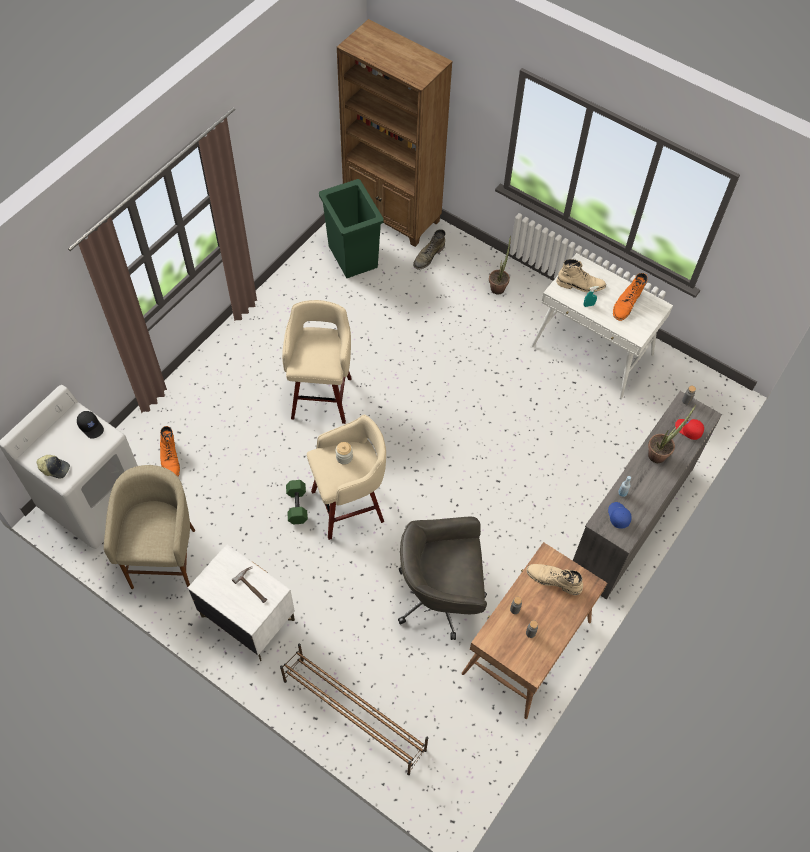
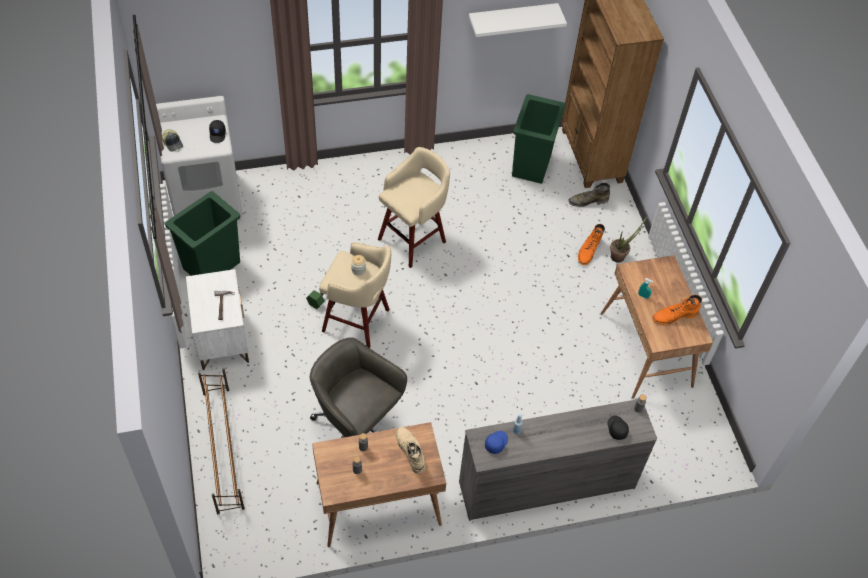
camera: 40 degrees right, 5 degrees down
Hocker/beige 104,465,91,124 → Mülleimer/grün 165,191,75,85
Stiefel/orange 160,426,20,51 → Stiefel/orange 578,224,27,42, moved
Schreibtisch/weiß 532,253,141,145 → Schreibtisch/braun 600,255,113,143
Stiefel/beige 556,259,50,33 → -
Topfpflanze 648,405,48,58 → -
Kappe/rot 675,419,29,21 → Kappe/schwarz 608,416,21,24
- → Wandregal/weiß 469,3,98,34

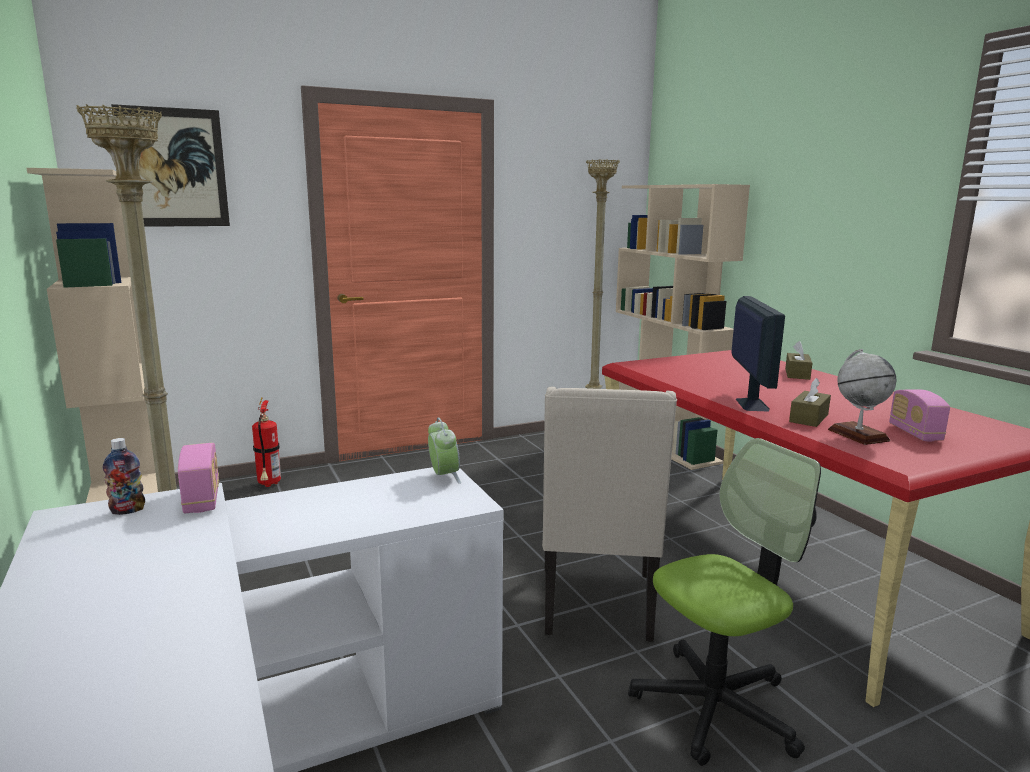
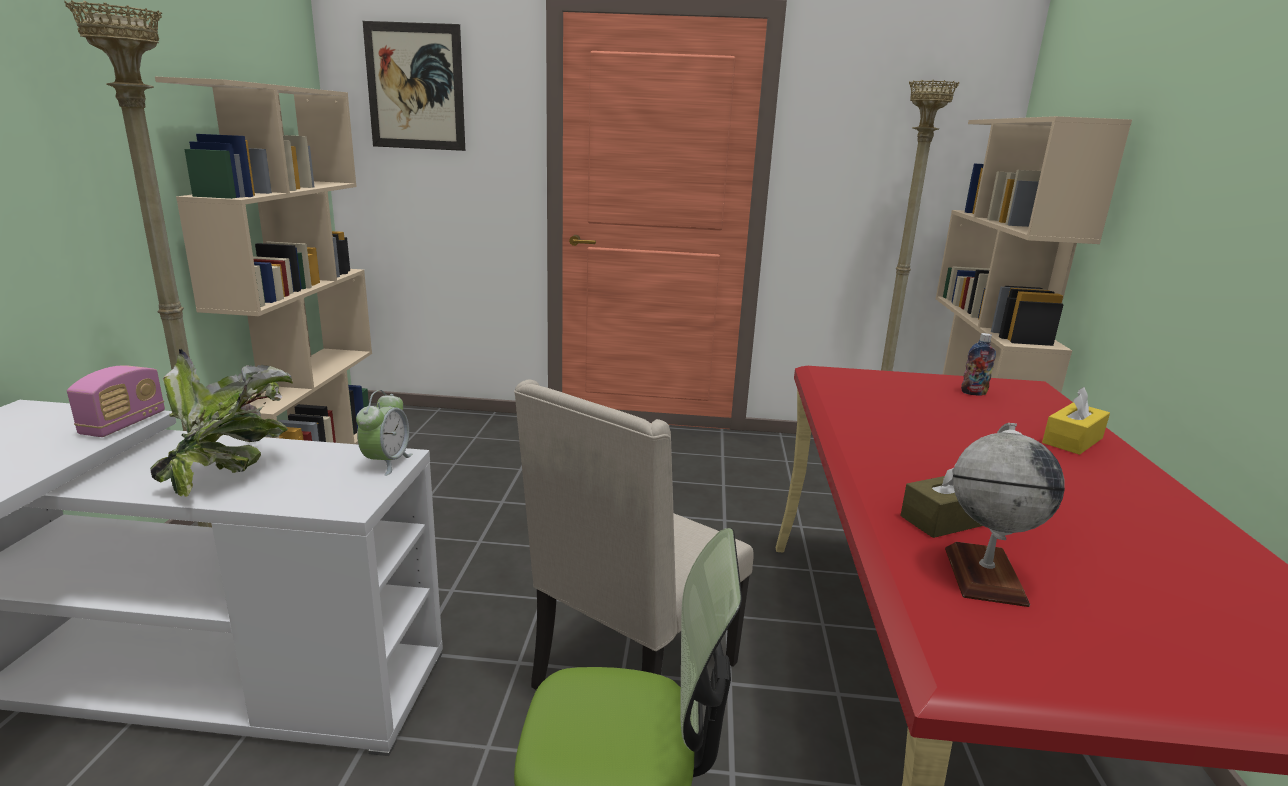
camera: 30 degrees right, 5 degrees up
Flasche 103,438,42,77 → Flasche 961,333,35,63, moved
Feuerlöscher 252,397,29,90 → -
Monitor 731,296,54,116 → -
Taschentuchbox/braun 785,341,27,39 → Taschentuchbox/gelb 1042,387,68,68
Radio 889,390,61,52 → -
- → Topfpflanze 150,349,143,148

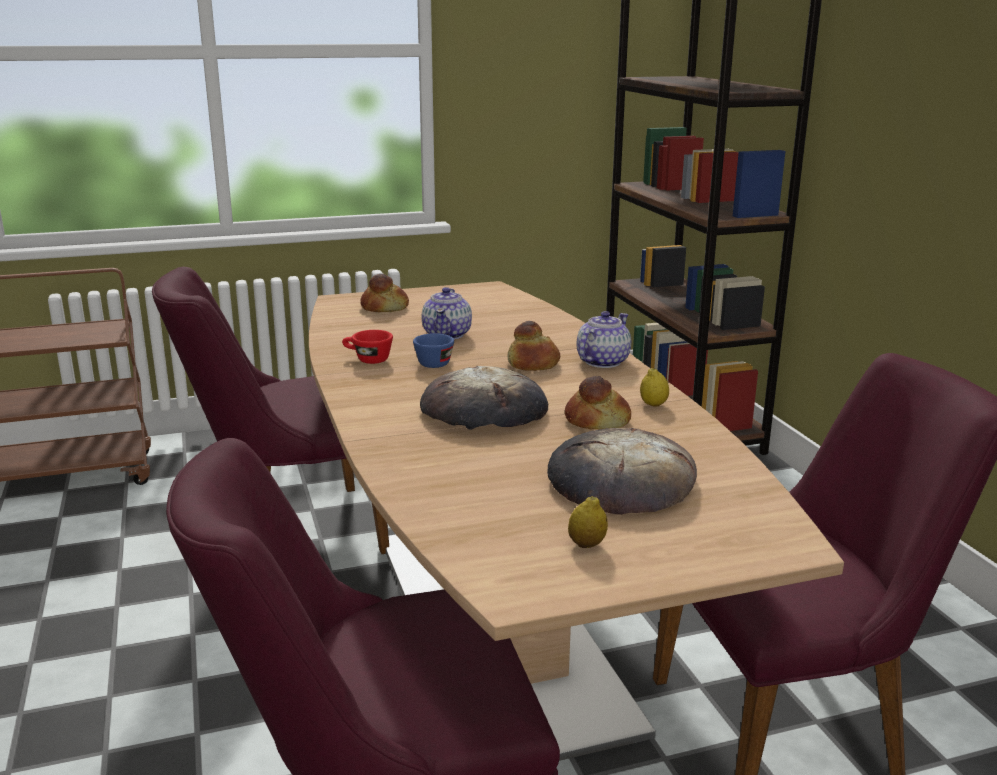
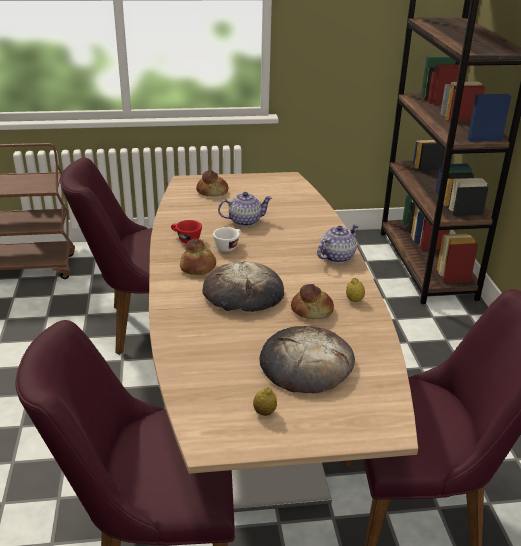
camera: 10 degrees right, 10 degrees up
Tasse/blau 413,333,41,35 → Tasse/weiß 213,227,28,25
Teekanne 422,287,50,53 → Teekanne 218,192,54,35, 120 degrees counterclockwise
Brot 508,321,52,50 → Brot 180,239,36,36, moved

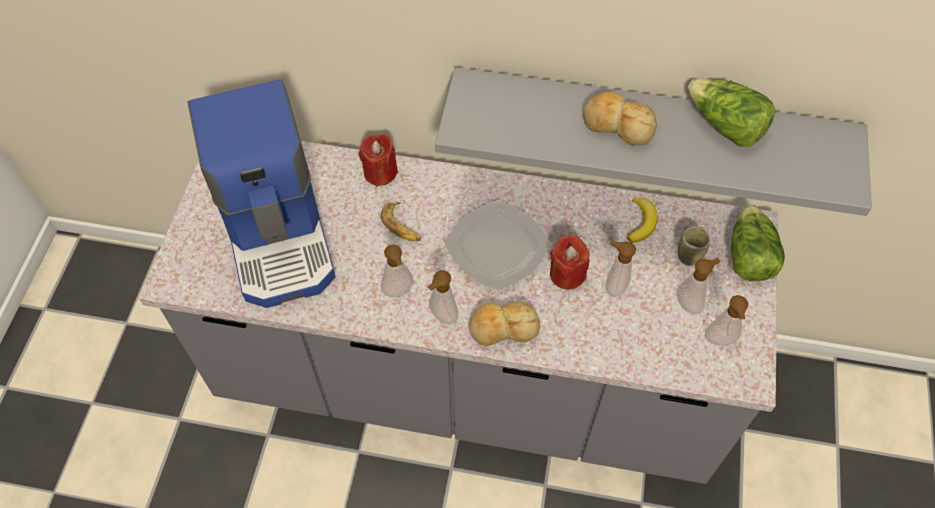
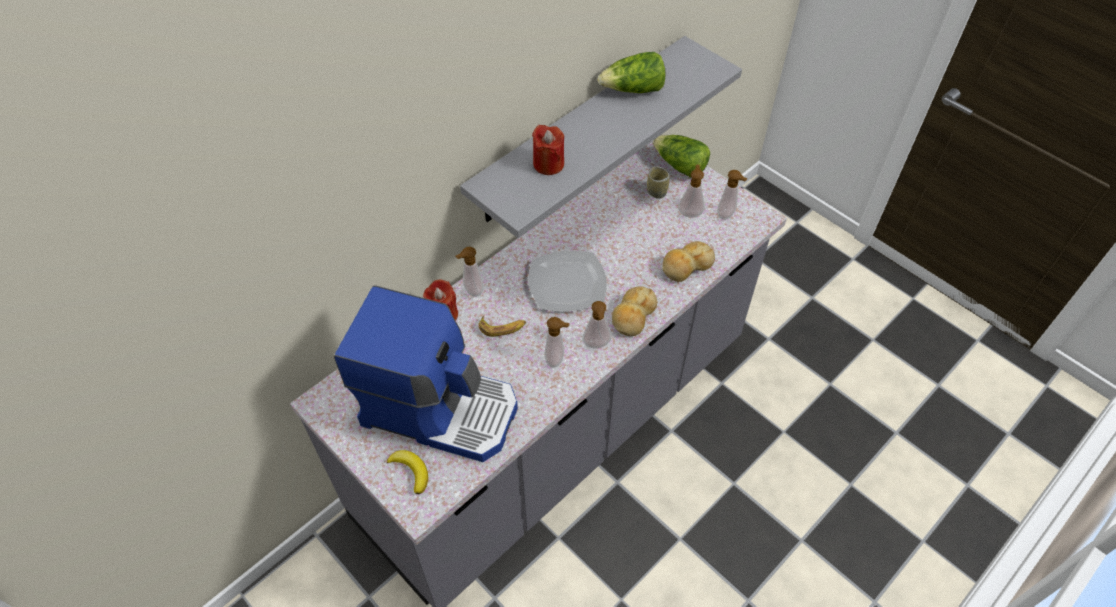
camera: 55 degrees left, 5 degrees down
Kerze/rot 550,235,39,55 → Kerze/rot 532,125,32,50, moved
Brot 583,91,74,54 → Brot 662,241,53,41, moved
Seifenspender 606,240,30,57 → Seifenspender 456,247,27,50, moved
Banane 627,198,31,45 → Banane 387,450,41,44, moved

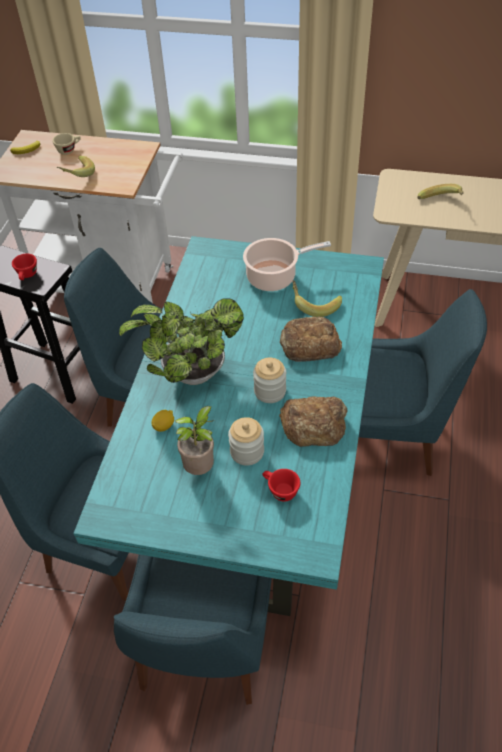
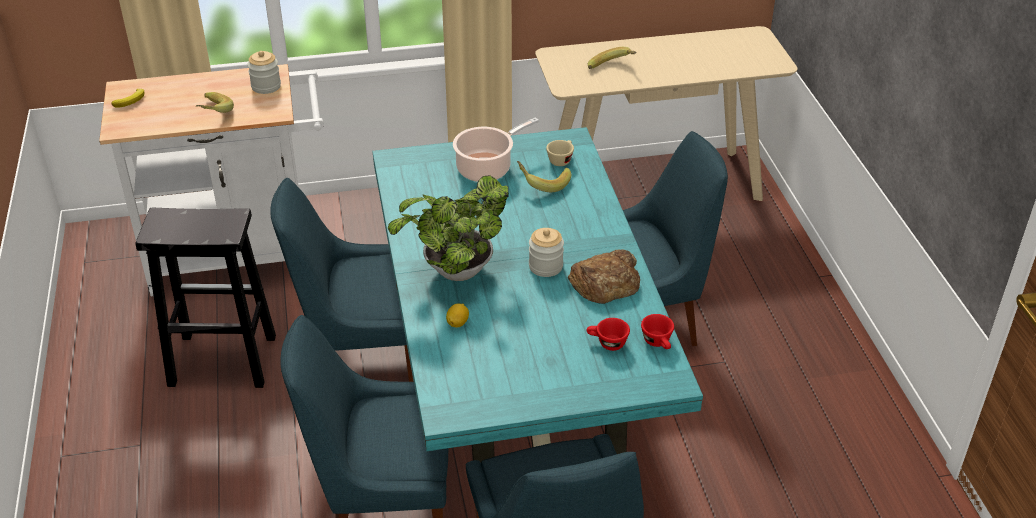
camera: 25 degrees left, 10 degrees down
Tasse/rot 12,253,25,27 → Tasse/rot 641,314,33,35, moved
Tasse/beige 52,133,29,22 → Tasse/beige 546,140,28,26, moved
Topfpflanze 175,406,39,69 → -
Vorratsglas 228,417,36,49 → Vorratsglas 247,51,34,43, moved
Brot 280,317,62,45 → -

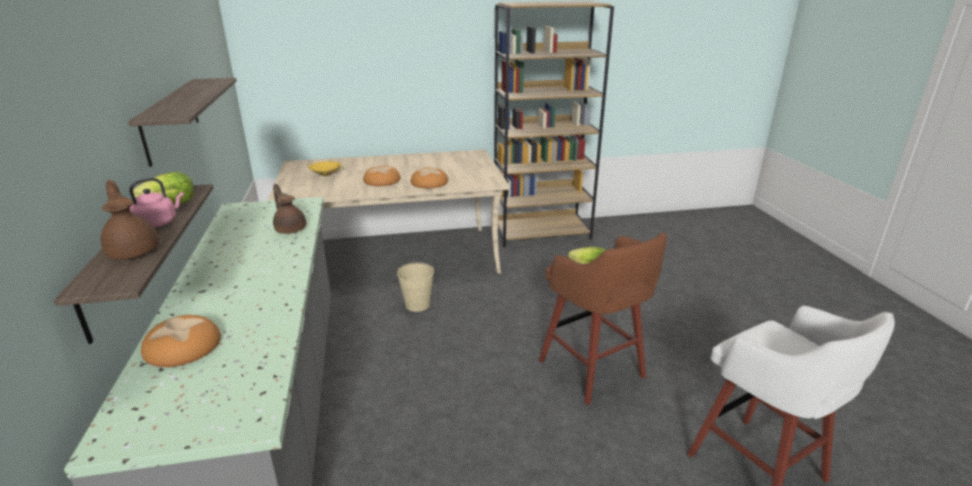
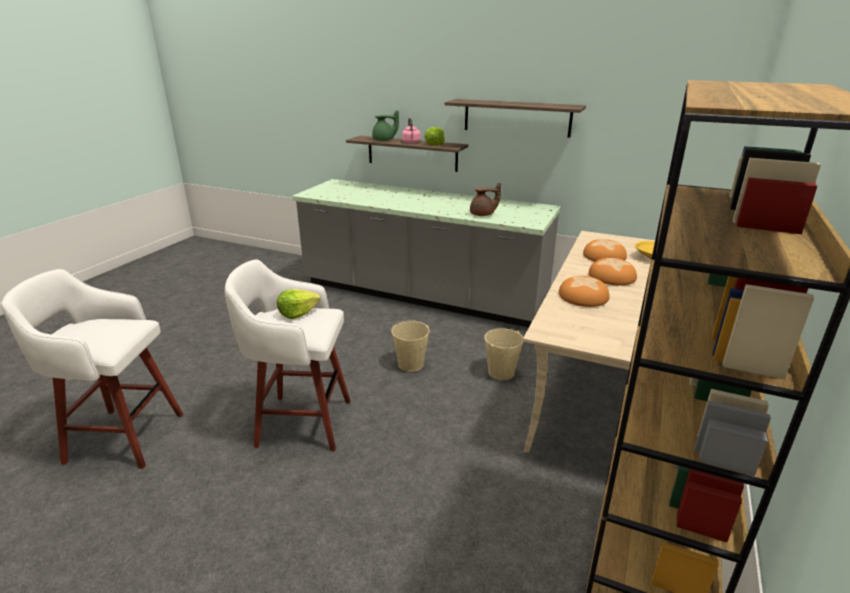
camera: 125 degrees right, 0 degrees up
Teekanne/braun 101,180,58,80 → Teekanne/grün 372,110,27,31
Brot 141,315,80,52 → Brot 583,239,44,23, moved
Hocker/braun 539,232,128,173 → Hocker/weiß 225,259,126,192
- → Eimer/beige 391,320,39,52

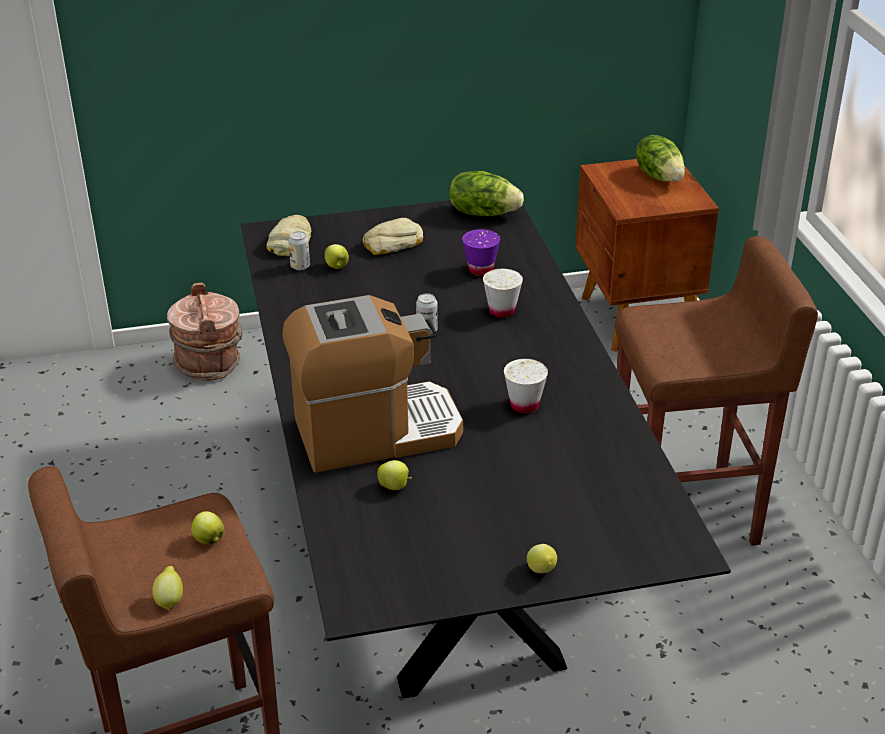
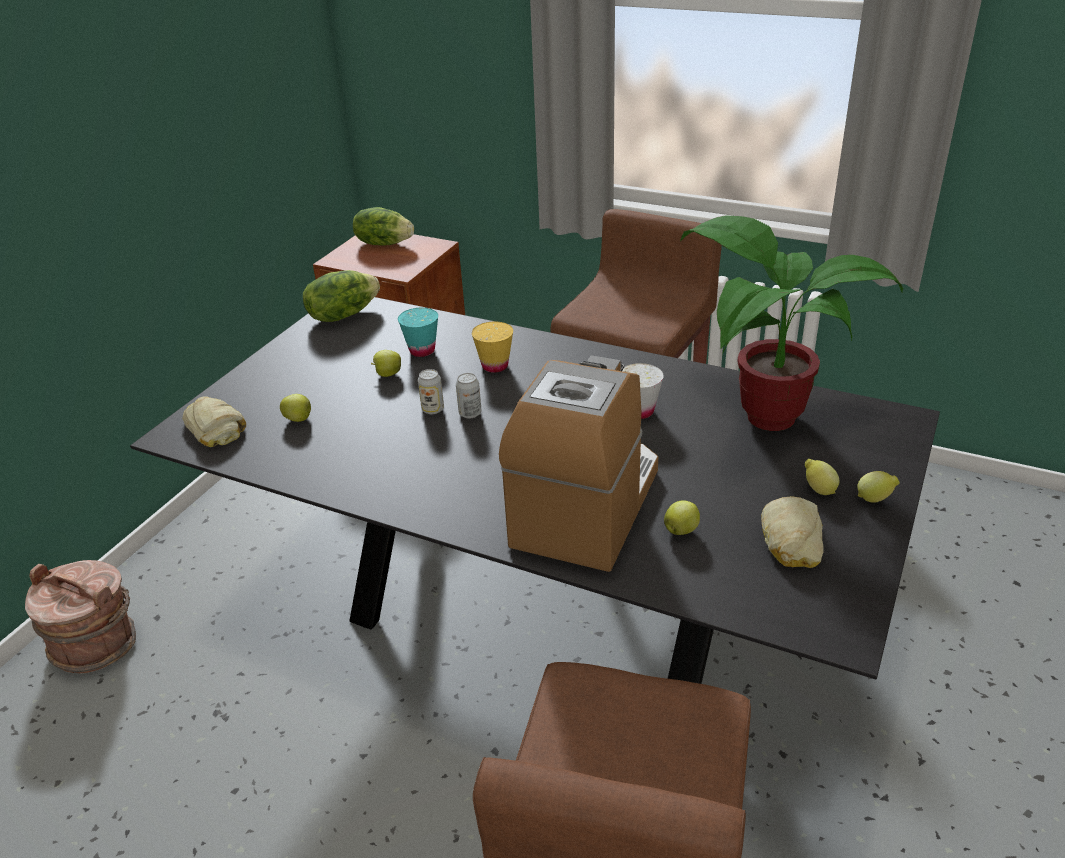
camera: 50 degrees left, 0 degrees up
Zitrone 153,566,30,44 → Zitrone 805,459,34,36, moved
Apfel 191,511,33,33 → Apfel 371,350,30,27, moved
Dose 288,231,22,39 → Dose 418,369,26,45, moved
Brot 363,218,60,37 → Brot 761,496,63,72, moved
Tasse/lila 462,229,38,47 → Tasse/türkis 398,308,40,49
Tasse/weiß 483,269,40,49 → Tasse/gelb 472,321,41,52
- → Topfpflanze 680,215,223,216

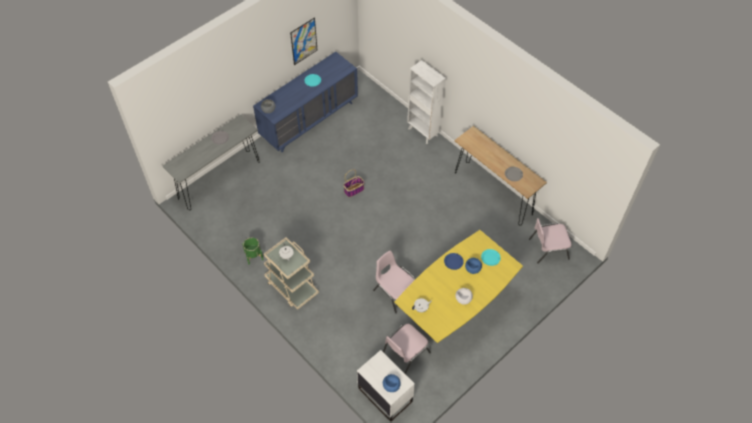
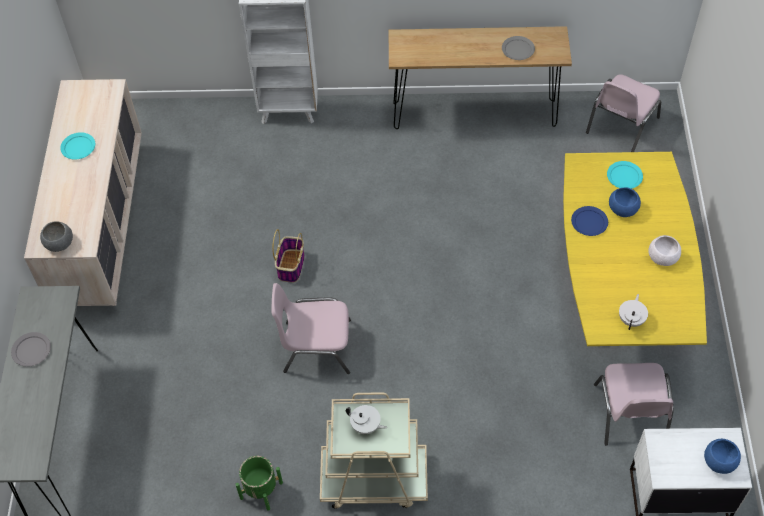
camera: 45 degrees left, 0 degrees up
Kommode/blau 253,52,105,100 → Kommode/beige 24,79,118,227
Bild 290,18,27,47 → -
Stuhl/rosa 373,250,43,63 → Stuhl/rosa 272,283,79,91, moved

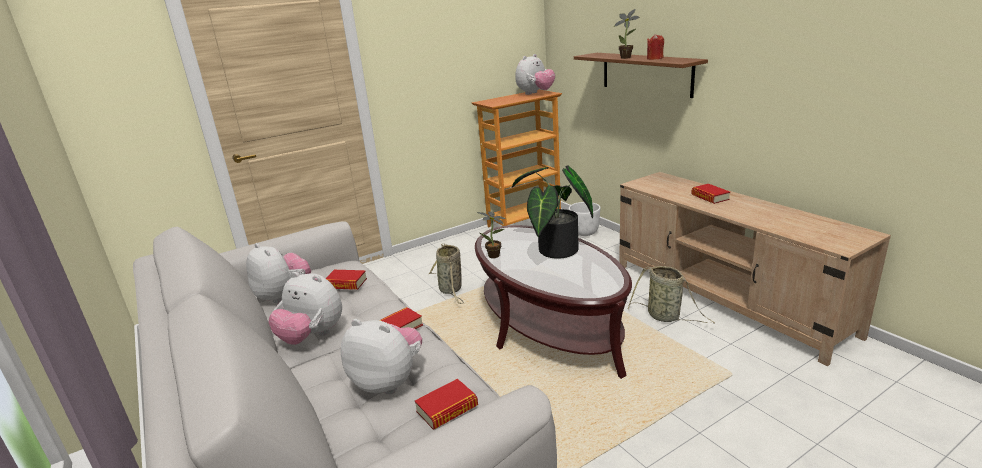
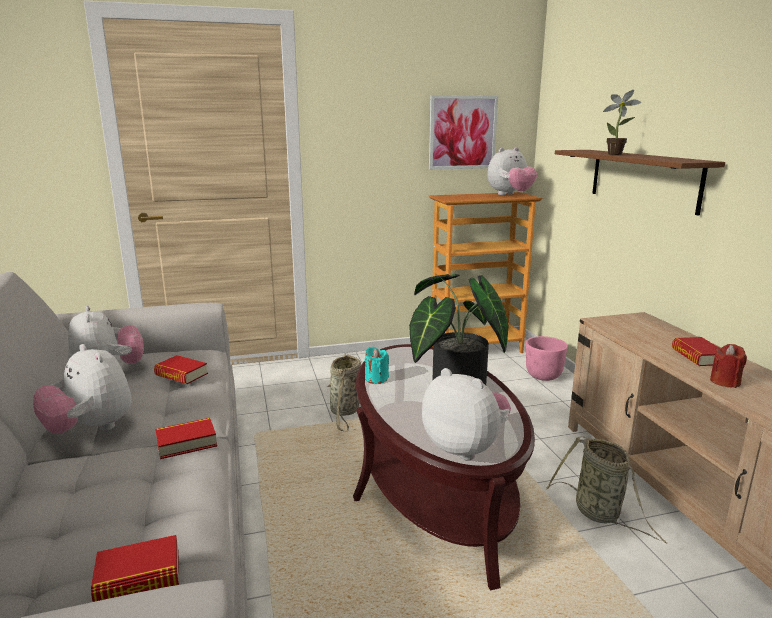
camera: 15 degrees right, 5 degrees down
Plüschtier 341,319,81,75 → Plüschtier 422,368,89,92, moved
Topfpflanze 477,211,29,47 → Kerze/türkis 365,347,24,37
Pflanzkübel/weiß 569,202,31,34 → Pflanzkübel/rosa 526,336,42,45
Kerze/rot 647,34,17,26 → Kerze/rot 710,344,37,44, moved
- → Bild 429,95,69,75

